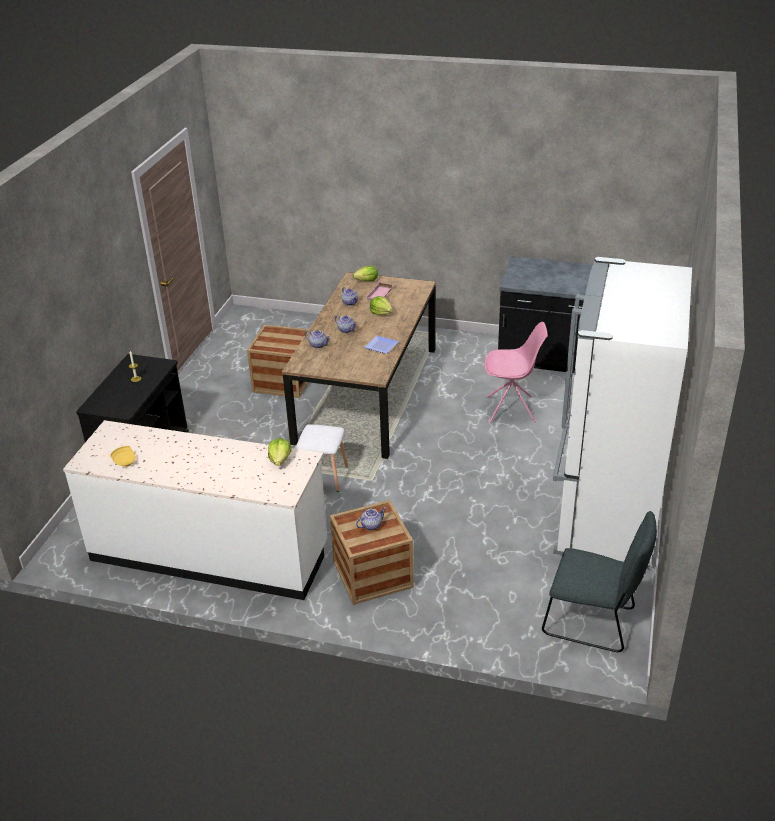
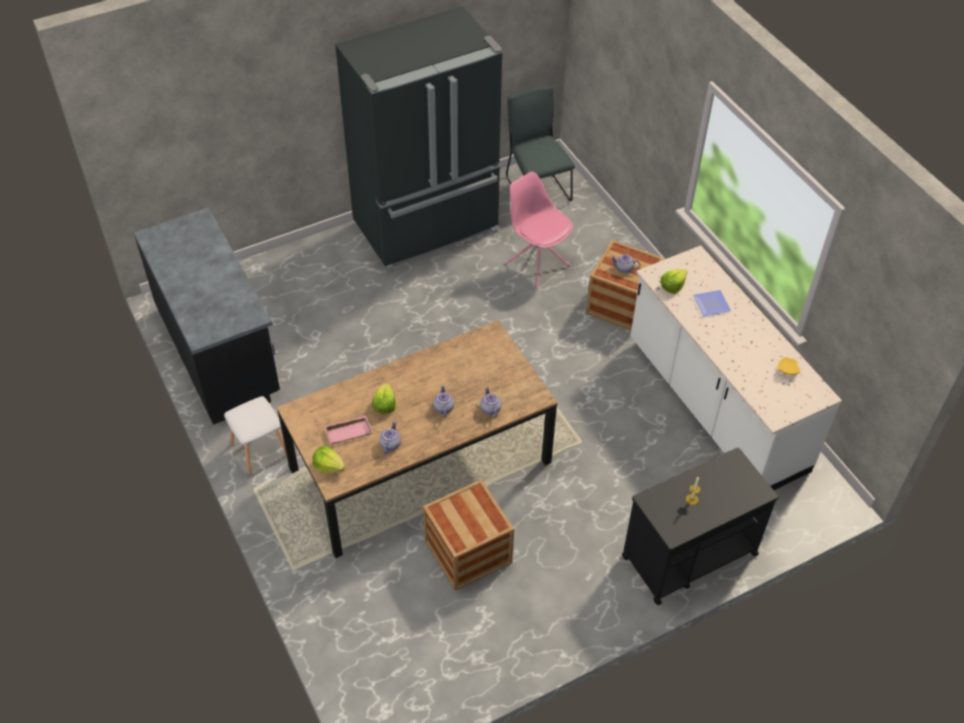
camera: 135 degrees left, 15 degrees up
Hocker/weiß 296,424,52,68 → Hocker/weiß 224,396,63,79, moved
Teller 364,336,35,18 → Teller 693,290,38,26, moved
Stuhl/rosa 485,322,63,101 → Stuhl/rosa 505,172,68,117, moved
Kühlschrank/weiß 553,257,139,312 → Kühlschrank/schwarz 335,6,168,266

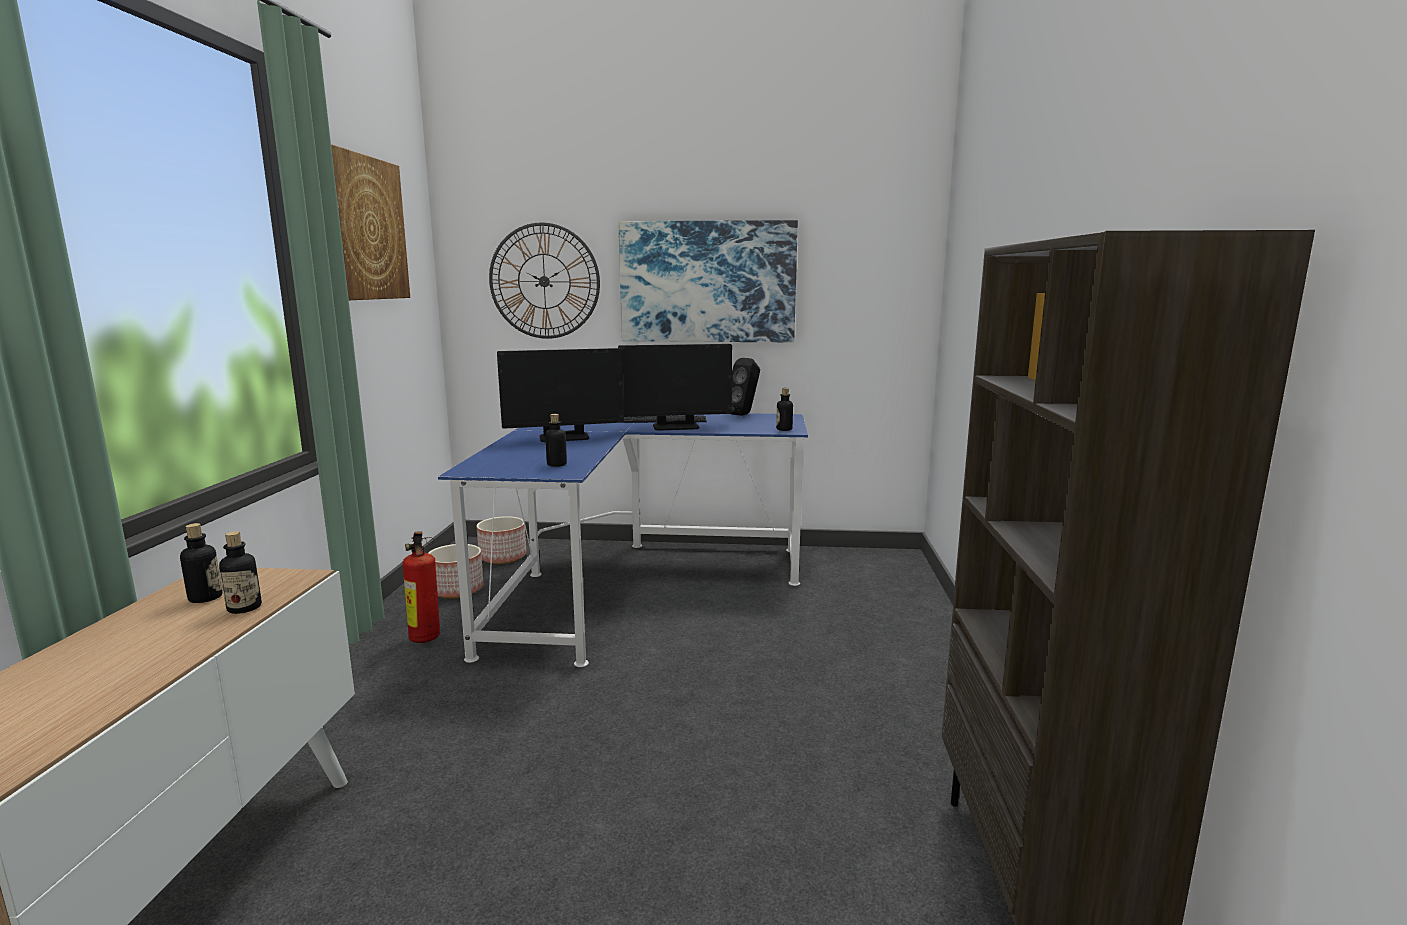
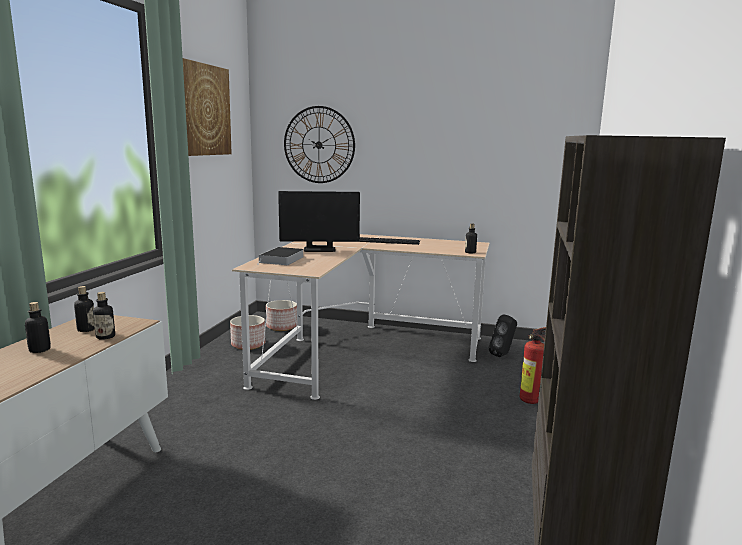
camera: 10 degrees right, 0 degrees up
Feuerlöscher 403,531,37,112 → Feuerlöscher 520,327,26,77, moved
Schreibtisch/blau 438,413,370,254 → Schreibtisch/beige 232,234,258,166
Flasche 545,414,22,53 → Flasche 25,302,26,51, moved
Monitor 618,344,114,86 → -
Bild 619,220,179,122 → -
Lautsprecher/schwarz 731,358,29,58 → Lautsprecher/schwarz 489,314,28,43, moved
- → Buch 258,247,46,18

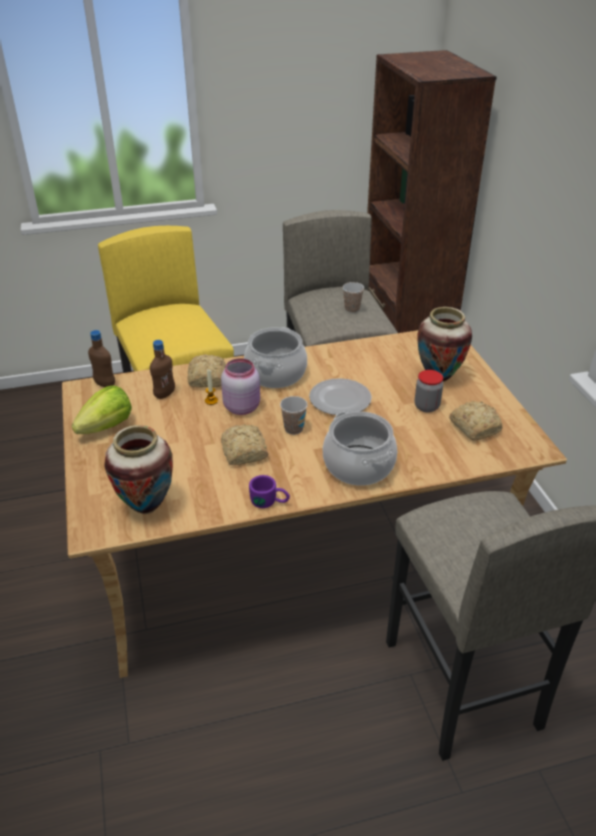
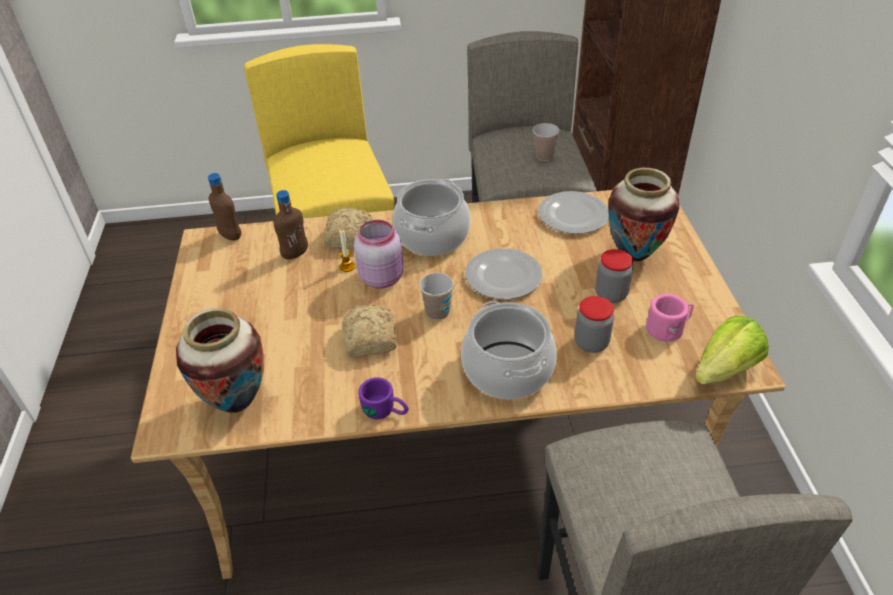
camera: 10 degrees right, 5 degrees up
Salatkopf 72,386,60,48 → Salatkopf 695,316,74,68, moved
Brot 449,401,53,39 → Henkelbecher/rosa 646,294,48,48
- → Teller 538,191,71,43
- → Vorratsglas 575,296,39,57

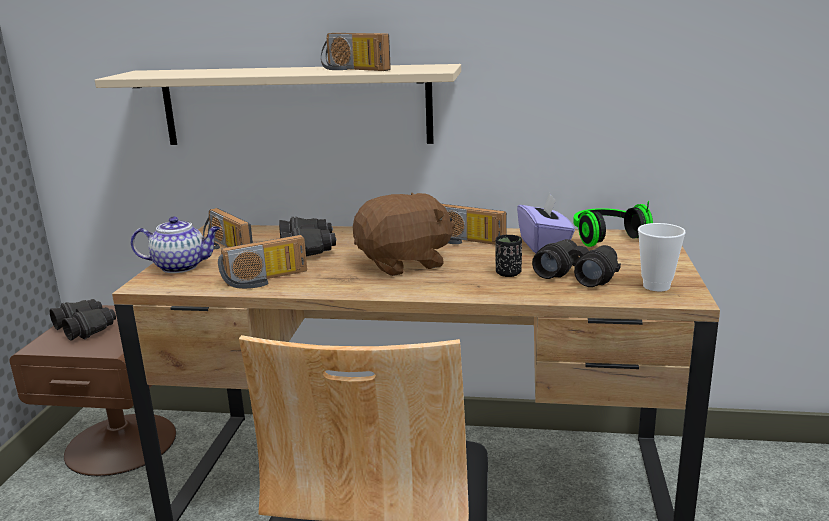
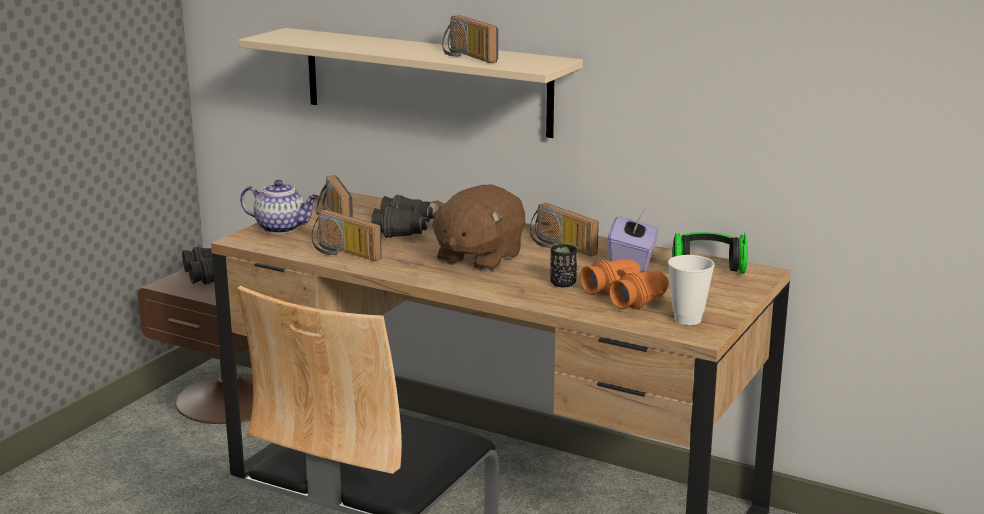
camera: 20 degrees right, 0 degrees up
Radio 218,235,89,54 → Radio 312,209,70,52, 45 degrees clockwise
Plüschtier/braun 353,193,102,83 → Plüschtier/braun 429,184,96,88, 120 degrees clockwise
Fernglas/schwarz 532,239,89,48 → Fernglas/orange 580,259,89,51

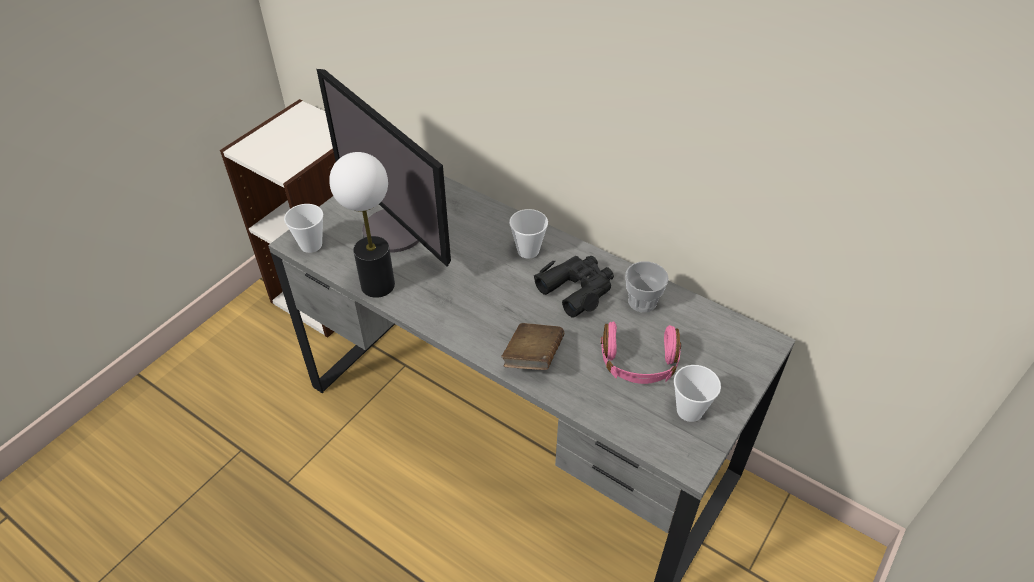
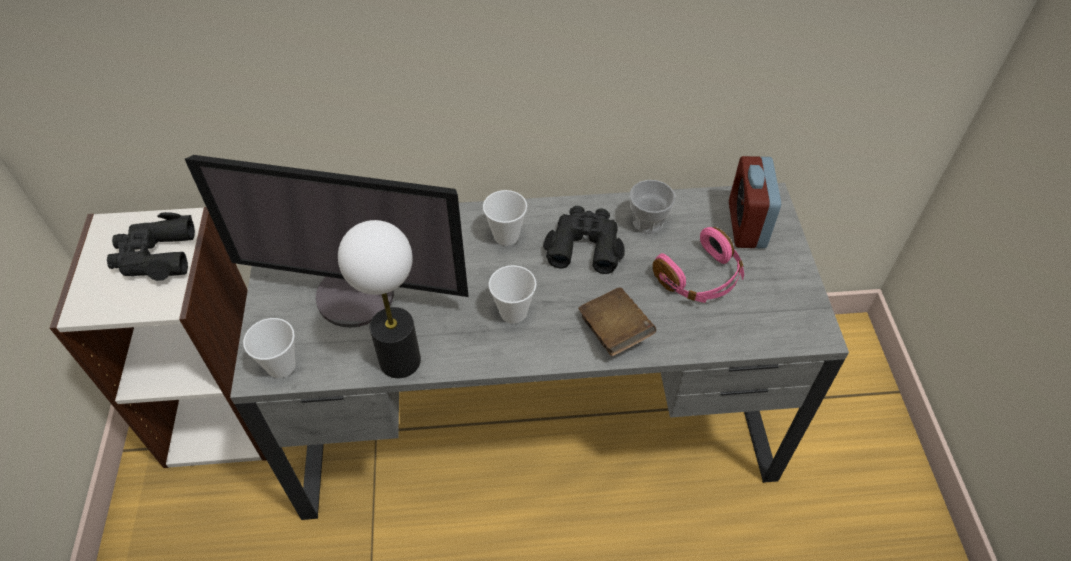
camera: 40 degrees left, 5 degrees up
Tasse 674,365,47,57 → Tasse 488,265,49,59, moved
- → Fernglas/schwarz 107,212,88,69
- → Wecker 729,156,52,93

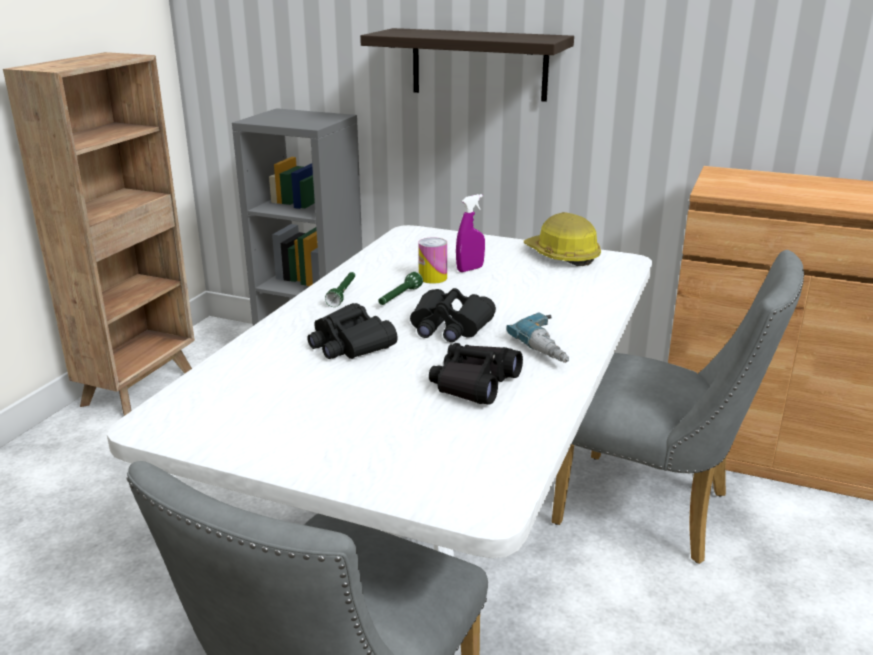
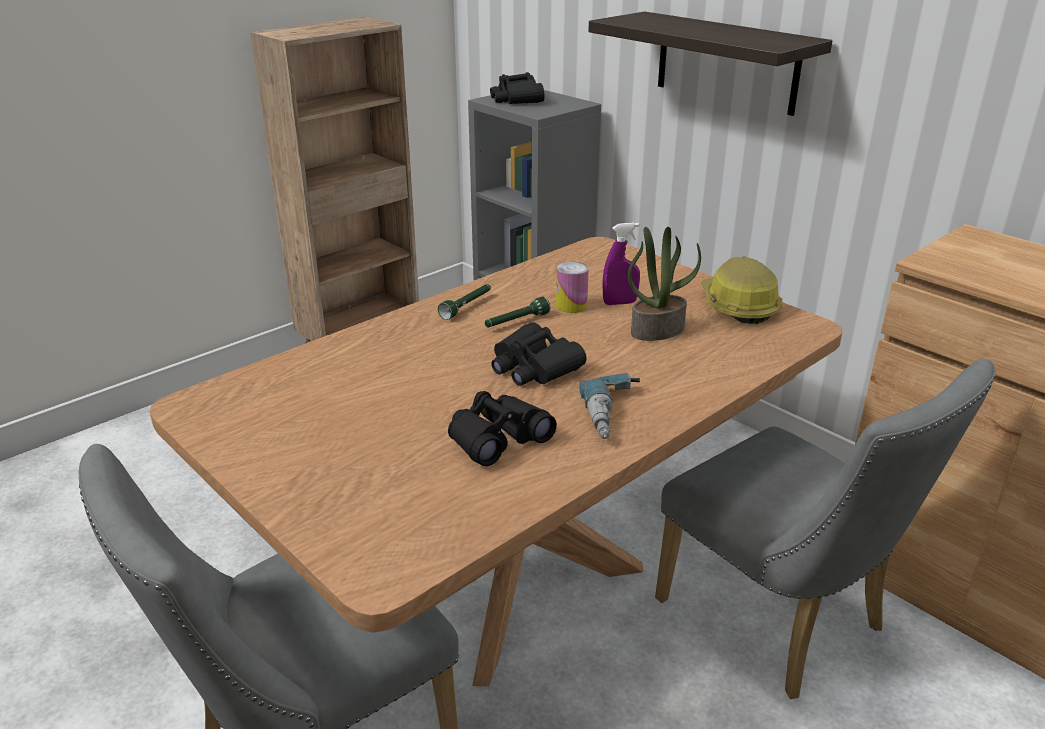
camera: 25 degrees right, 5 degrees up
Esstisch/weiß 107,225,545,333 → Esstisch/braun 150,237,692,449
Fernglas/schwarz 307,303,91,56 → Fernglas/schwarz 490,72,55,32, moved
- → Topfpflanze 628,227,73,114

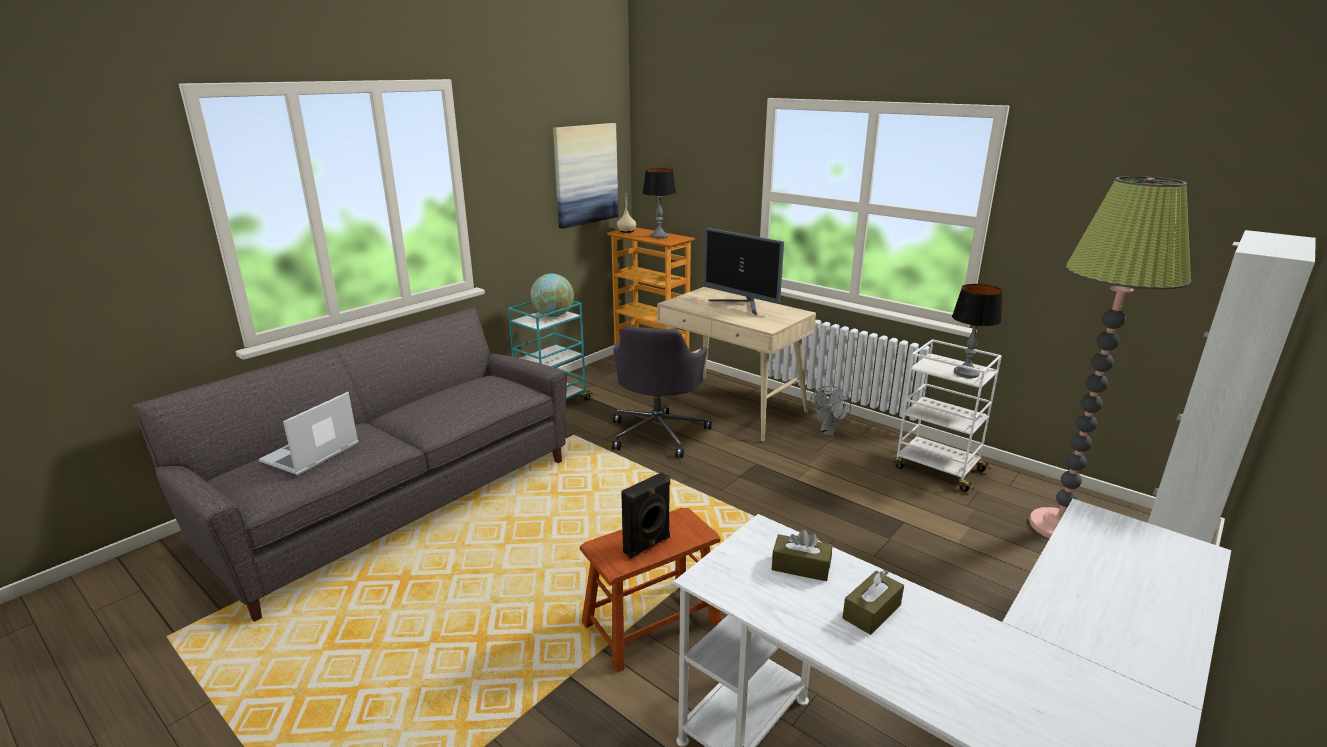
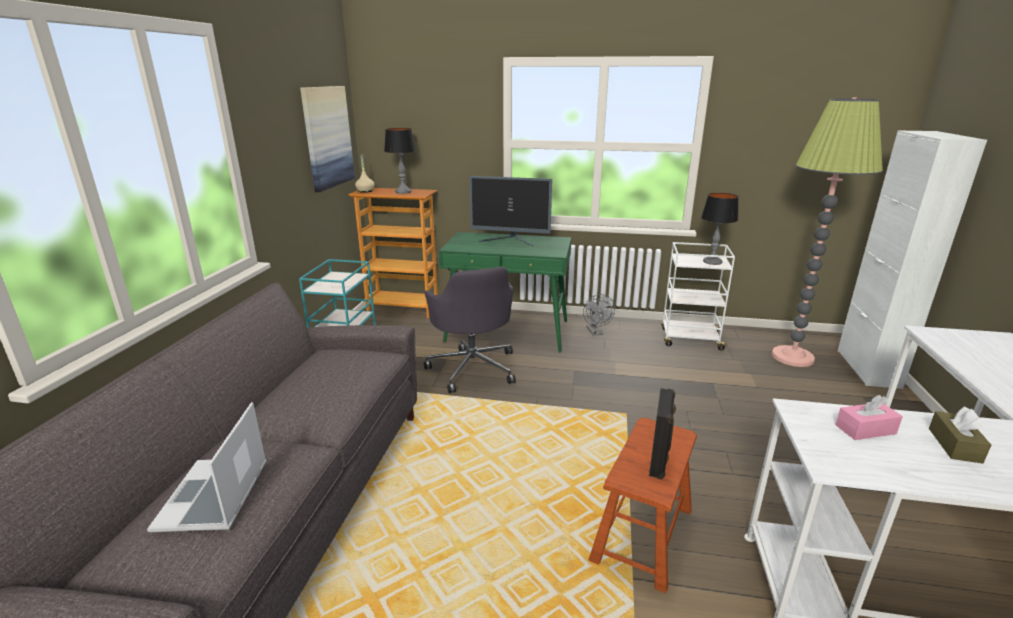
camera: 30 degrees left, 0 degrees up
Globus 530,274,44,43 → -
Schreibtisch/beige 657,287,159,155 → Schreibtisch/grün 439,232,132,120
Taschentuchbox/braun 772,529,60,52 → Taschentuchbox/rosa 835,395,68,45

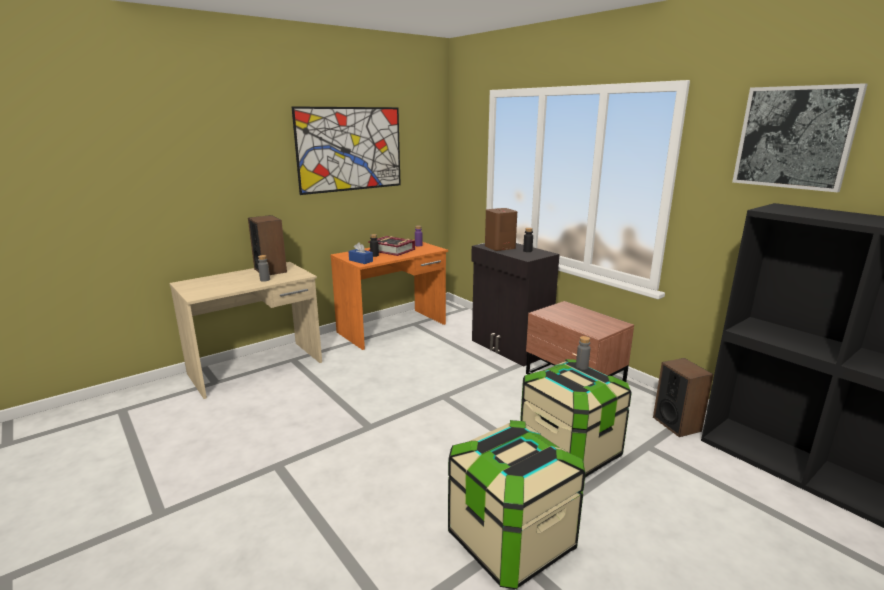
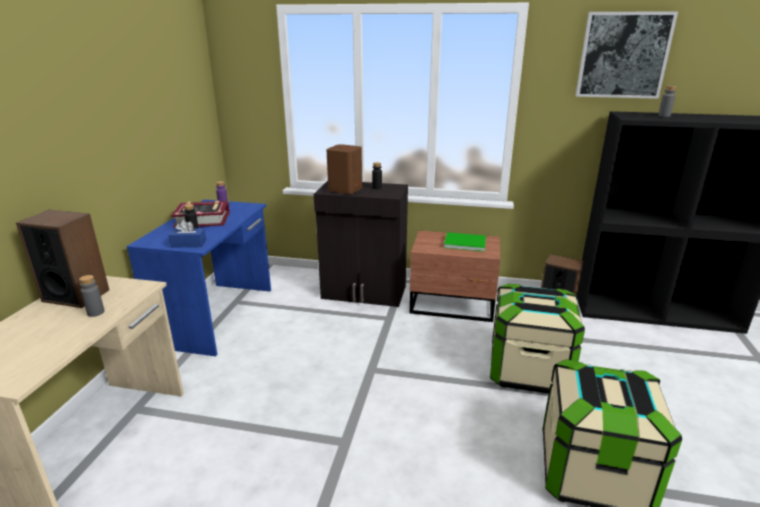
camera: 40 degrees left, 5 degrees up
Bild 291,106,110,89 → -
Schreibtisch/orange 330,242,118,108 → Schreibtisch/blau 126,200,145,156
Flasche/grau 576,336,15,34 → Flasche/grau 658,86,18,31, moved
- → Buch/grün 444,232,42,20

